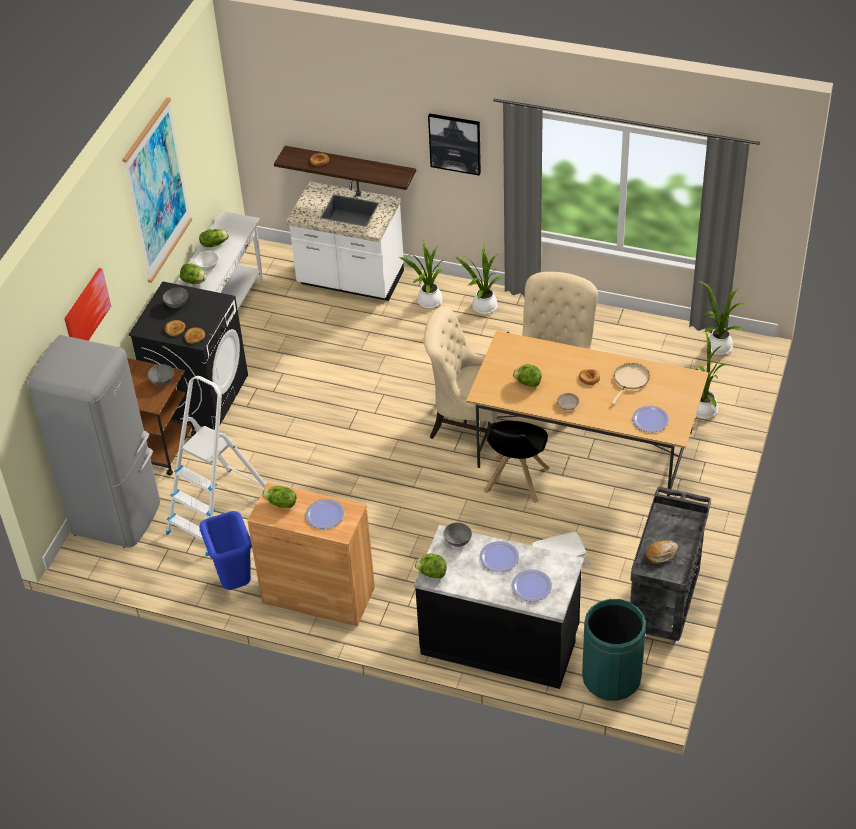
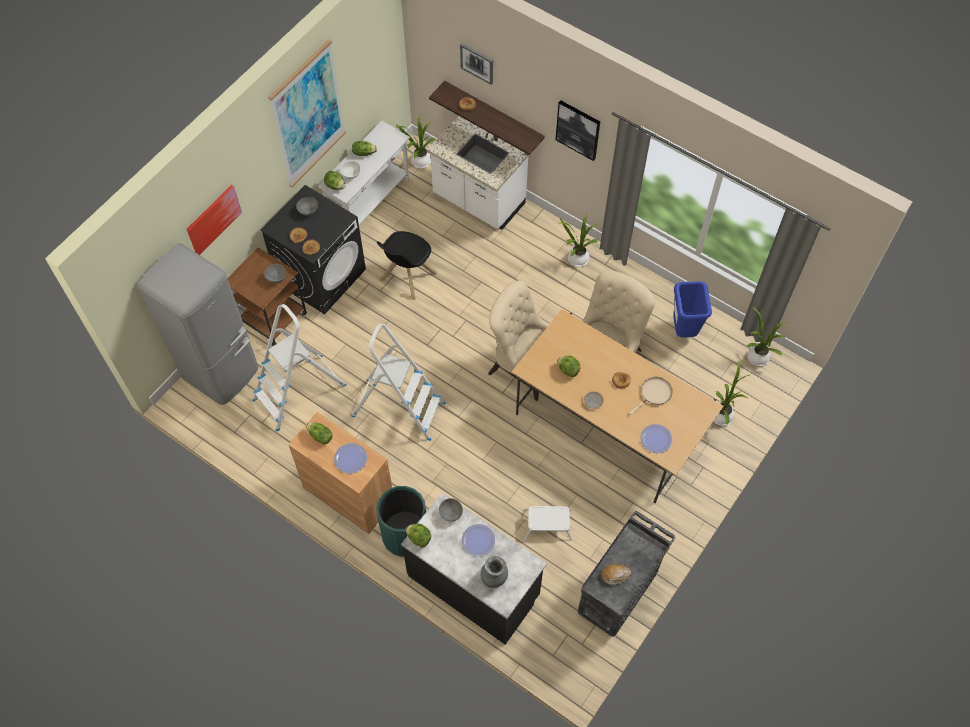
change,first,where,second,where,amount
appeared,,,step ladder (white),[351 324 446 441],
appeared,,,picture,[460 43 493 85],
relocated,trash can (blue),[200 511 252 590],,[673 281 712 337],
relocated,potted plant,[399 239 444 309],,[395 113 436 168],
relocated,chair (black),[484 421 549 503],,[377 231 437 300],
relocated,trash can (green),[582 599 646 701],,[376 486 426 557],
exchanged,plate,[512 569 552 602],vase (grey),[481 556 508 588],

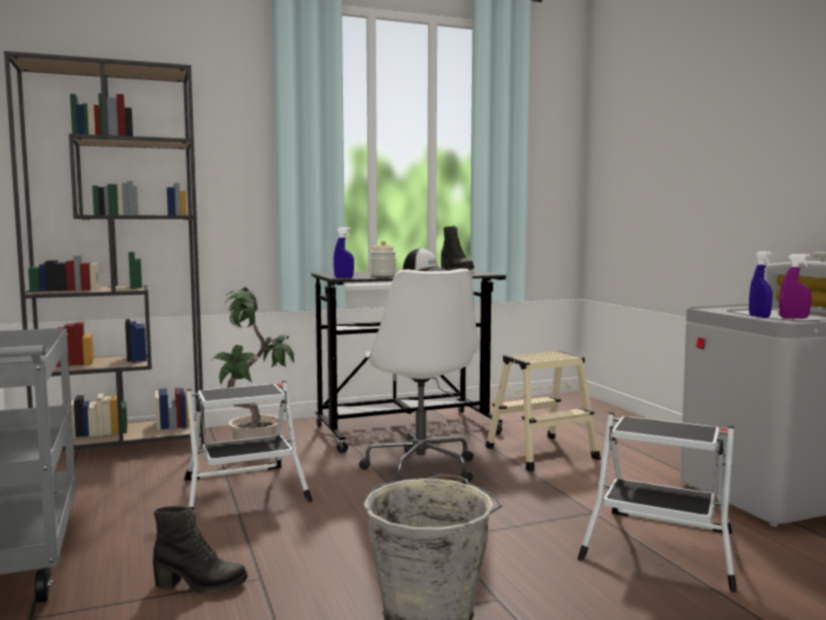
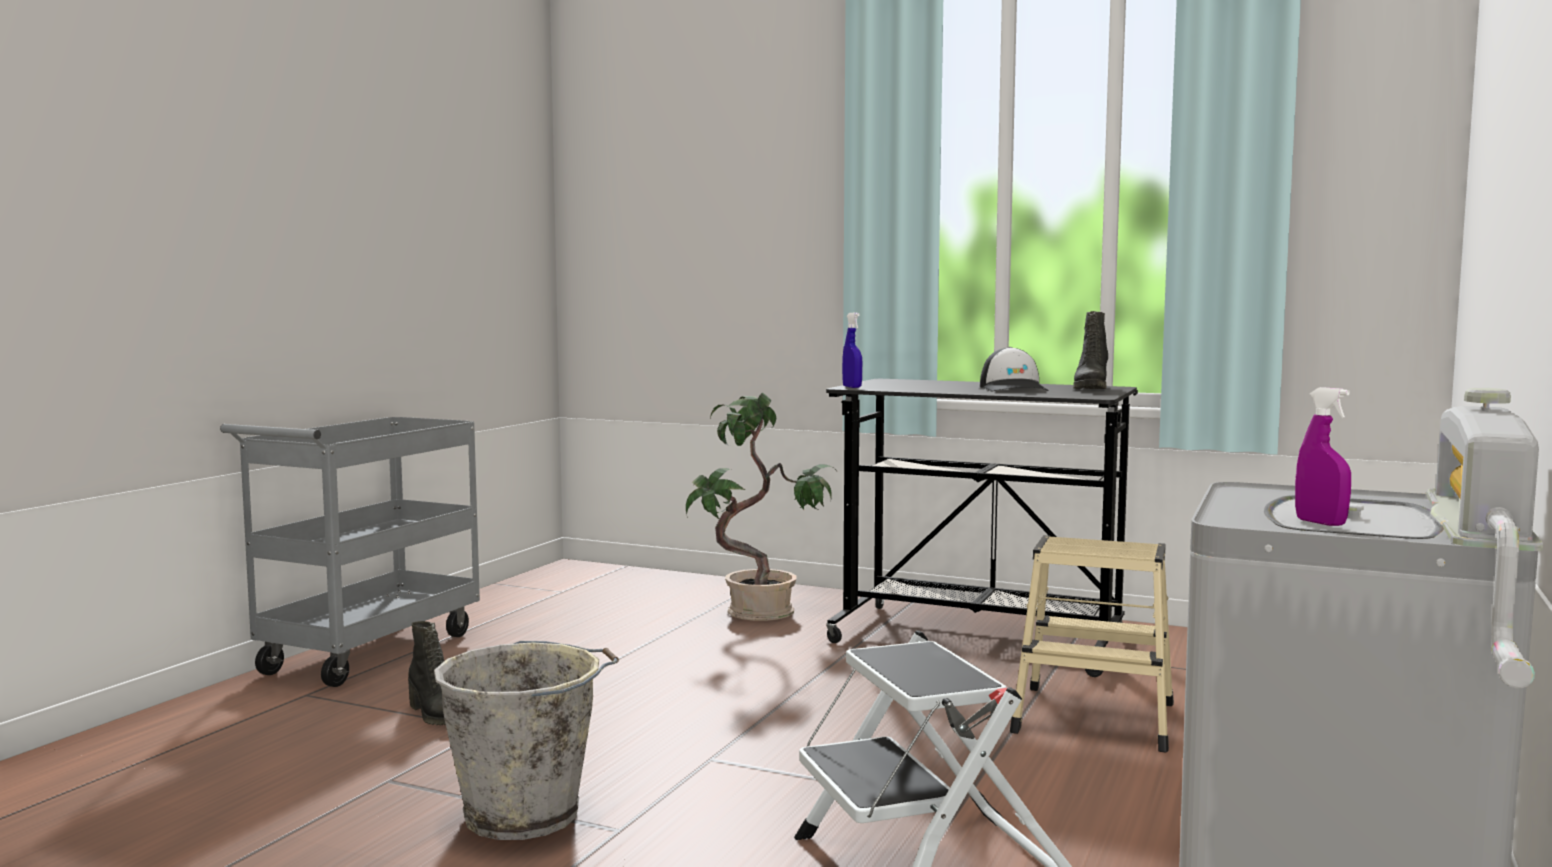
change,first,where,second,where,amount
missing,bookcase,[4 51 205 451],,,
missing,step ladder,[184 381 312 510],,,
missing,office chair (white),[359 269 478 484],,,
missing,jar,[370 241 396 276],,,
missing,spray bottle (blue),[749 251 773 318],,,

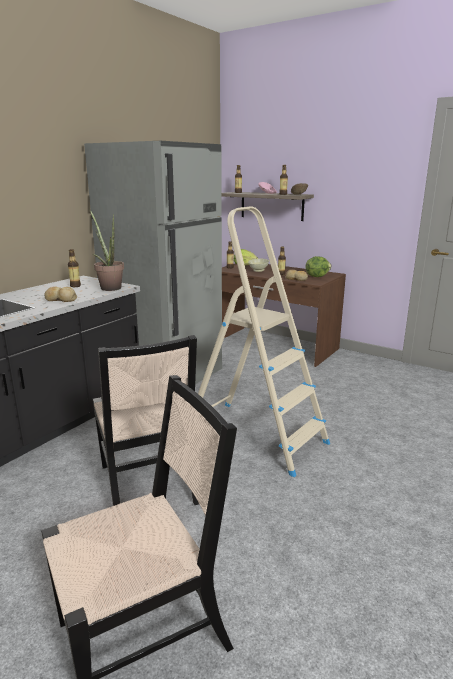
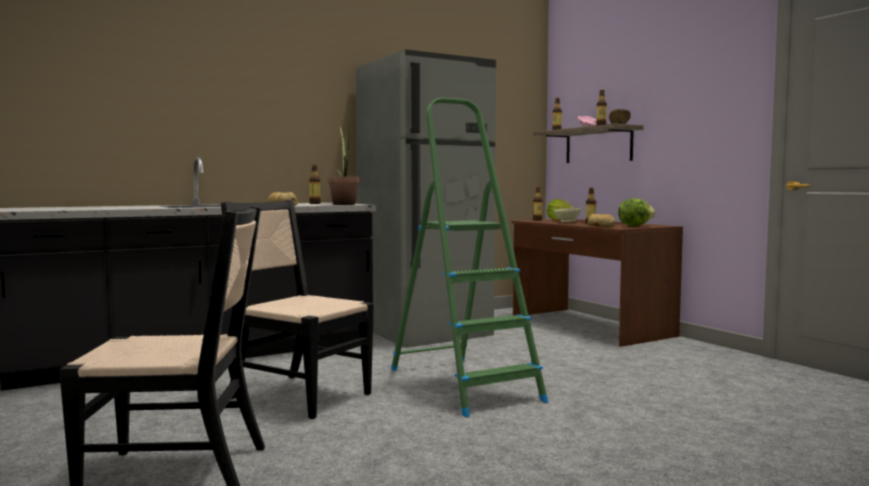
change,first,where,second,where,amount
colour,step ladder (beige),[198 206 330 477],step ladder (green),[391 98 548 417],
spun,chair,[93 335 199 506],,[221 200 374 419],120 degrees clockwise

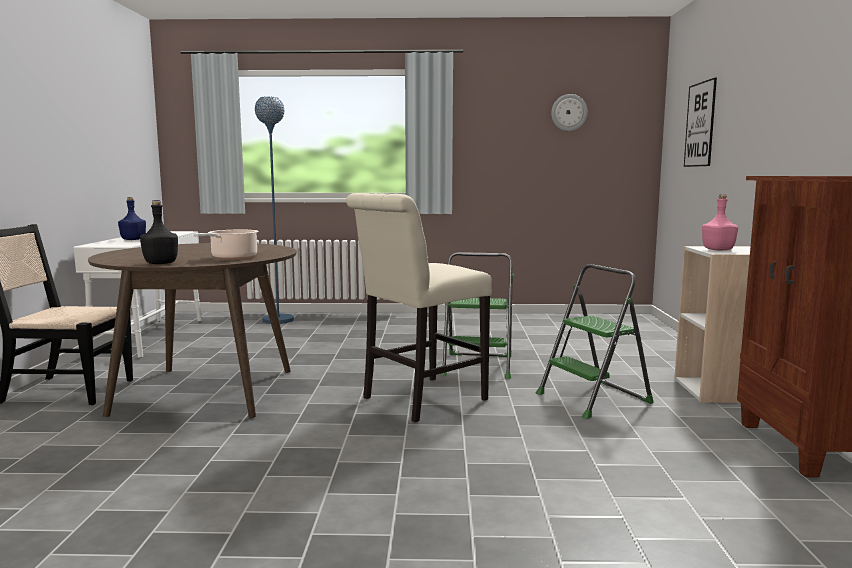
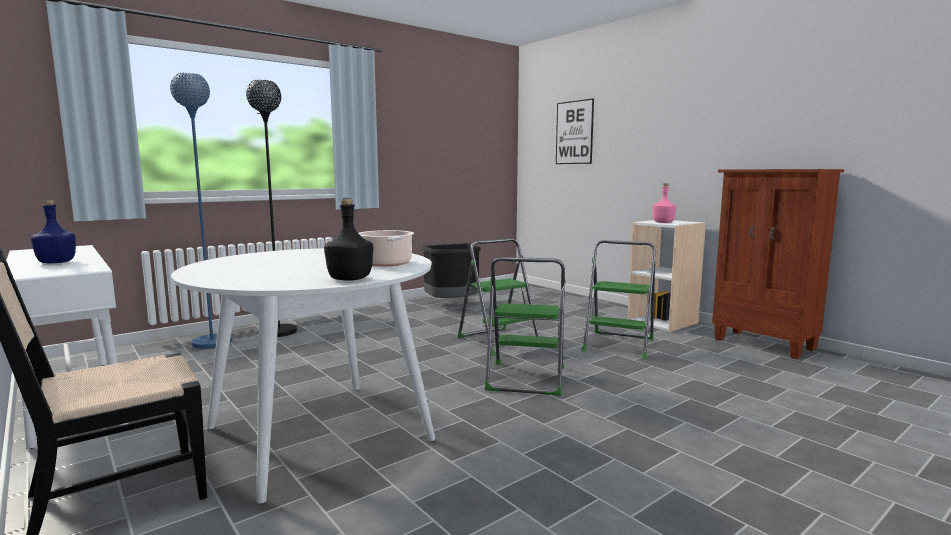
change,first,where,second,where,amount
missing,wall clock,[551 94 588 131],,,
appeared,,,floor lamp (black),[246 80 297 337],
appeared,,,trash can (black),[422 243 481 298],
exchanged,stool (beige),[346 193 492 422],step ladder (green),[485 257 566 396],
colour,dining table (brown),[88 243 297 418],dining table (white),[171 248 435 503],

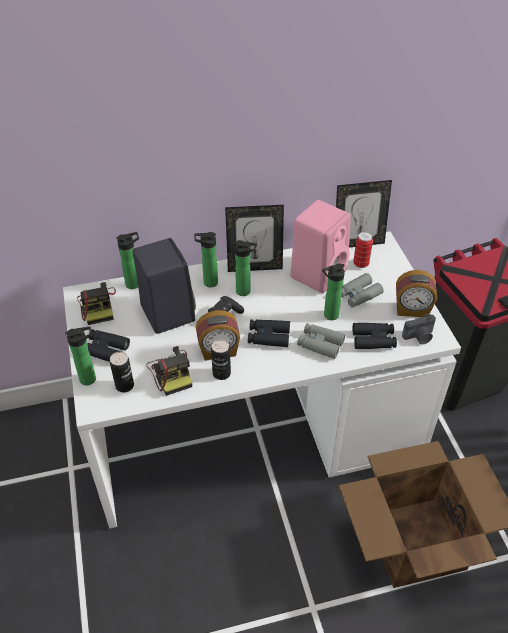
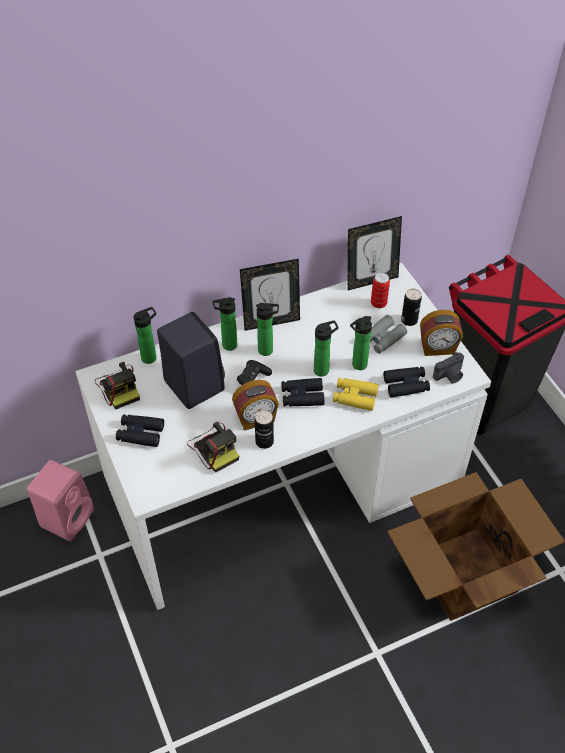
change,first,where,second,where,amount
relocated,bottle,[65 327 96 385],,[314 320 338 377],
relocated,can,[110 352 134 393],,[401 288 422 326],
relocated,speaker (pink),[290 200 351 293],,[27 460 94 541],
colour,binoculars (grey),[297 323 345 359],binoculars (yellow),[333 377 379 411],

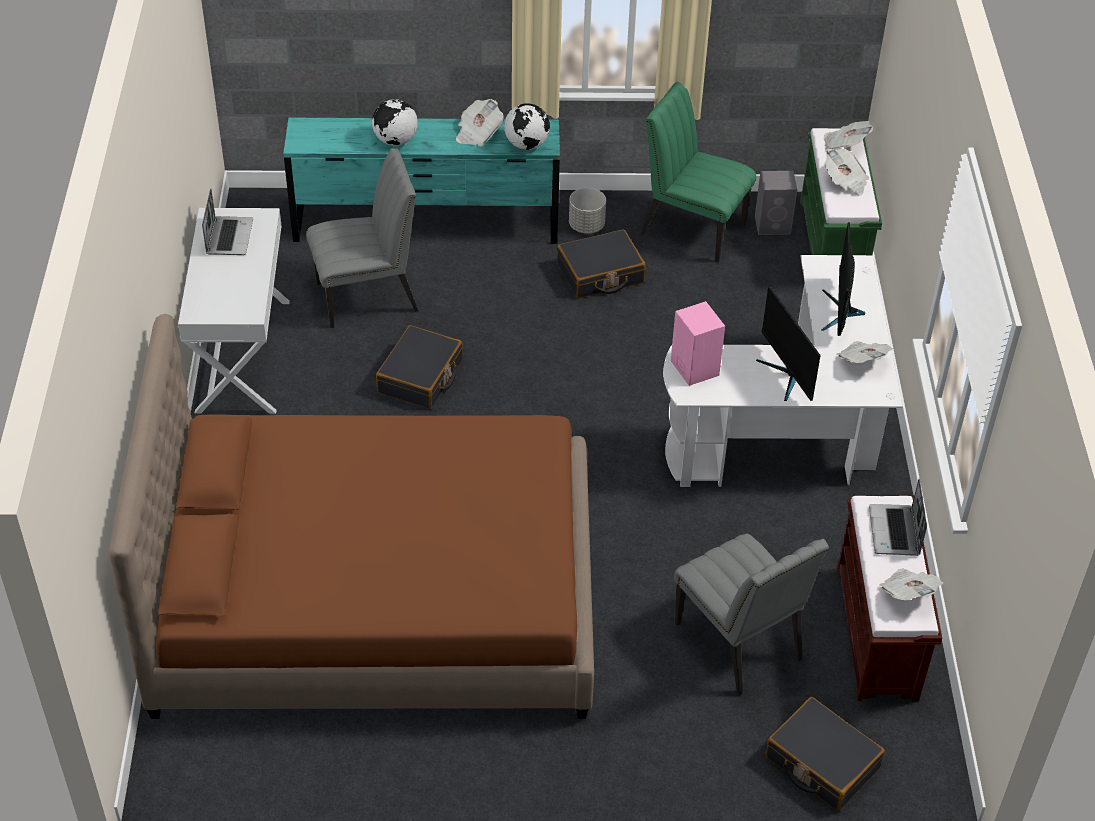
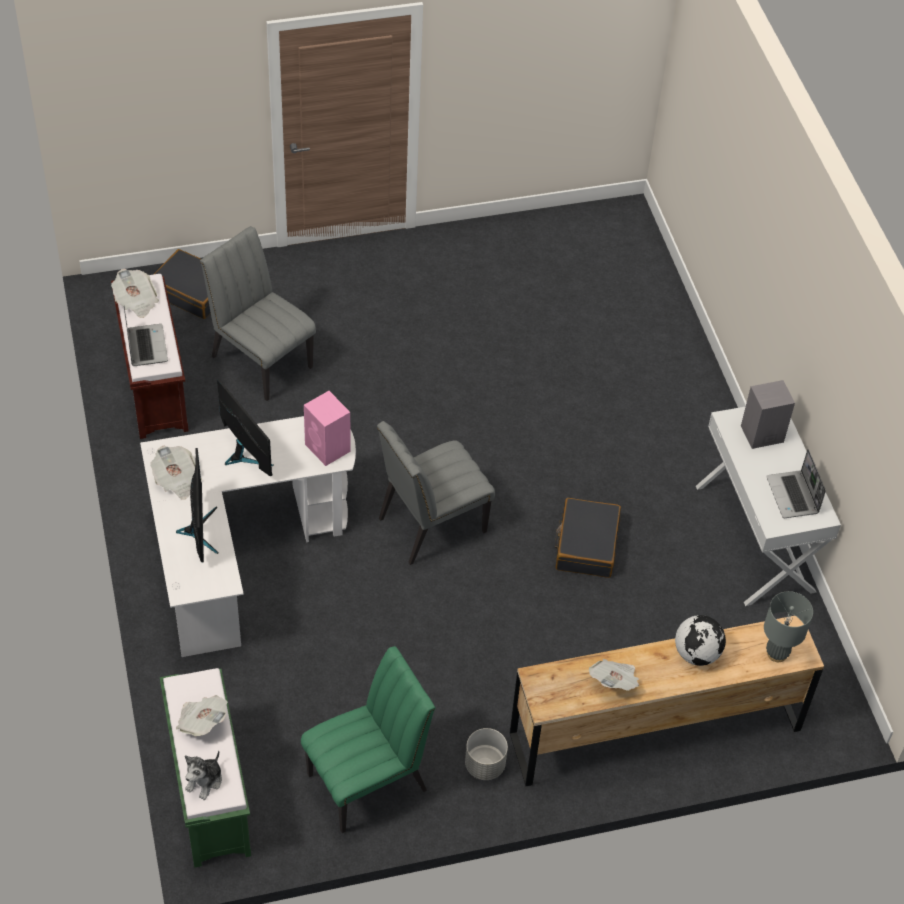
change,first,where,second,where,amount
missing,bed (brown),[108 314 594 719],,,
missing,globe,[504 103 550 150],,,
missing,suitcase (black),[557 229 646 298],,,
appeared,,,table lamp (grey),[764 591 813 662],
relocated,chair (grey),[306 148 418 328],,[377 421 495 565],
relocated,speaker (grey),[755 171 797 235],,[741 380 795 449],
exchanged,newspaper,[824 121 873 149],plush toy,[185 751 222 800],
colour,dresser (turquoise),[283 117 560 244],dresser (brown),[510 616 824 786],
spun,chair (green),[641 82 756 263],,[301 646 436 833],45 degrees counterclockwise

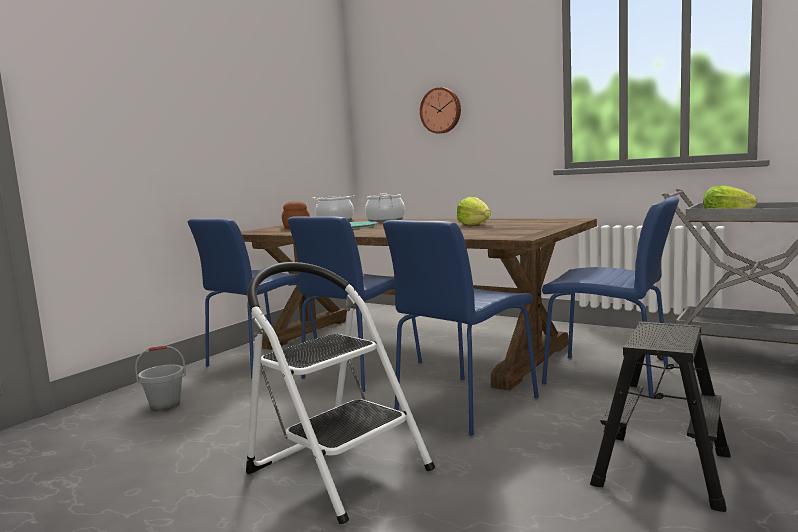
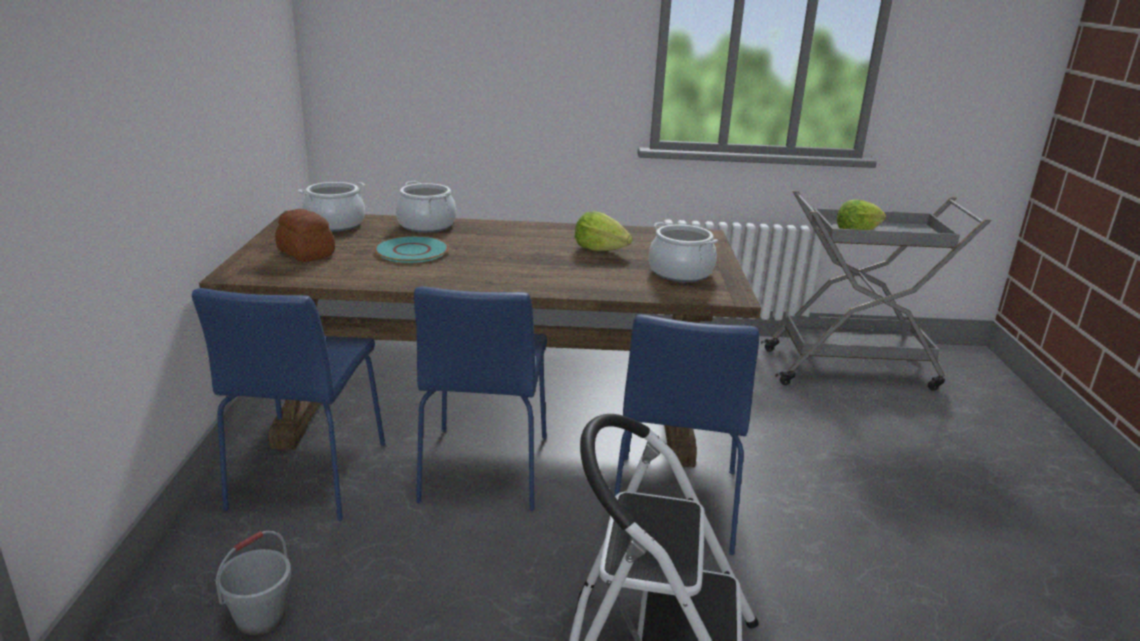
change,first,where,second,where,amount
missing,wall clock,[420 87 461 134],,,
missing,chair (blue),[542 196 679 397],,,
missing,step ladder (black),[590 321 731 512],,,
appeared,,,cooking pot,[649 222 718 282],

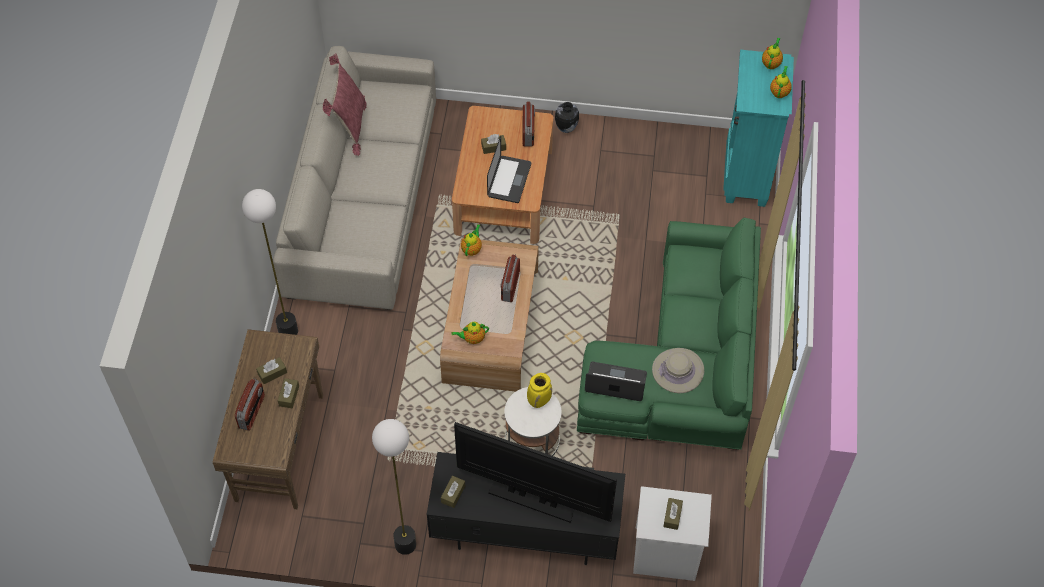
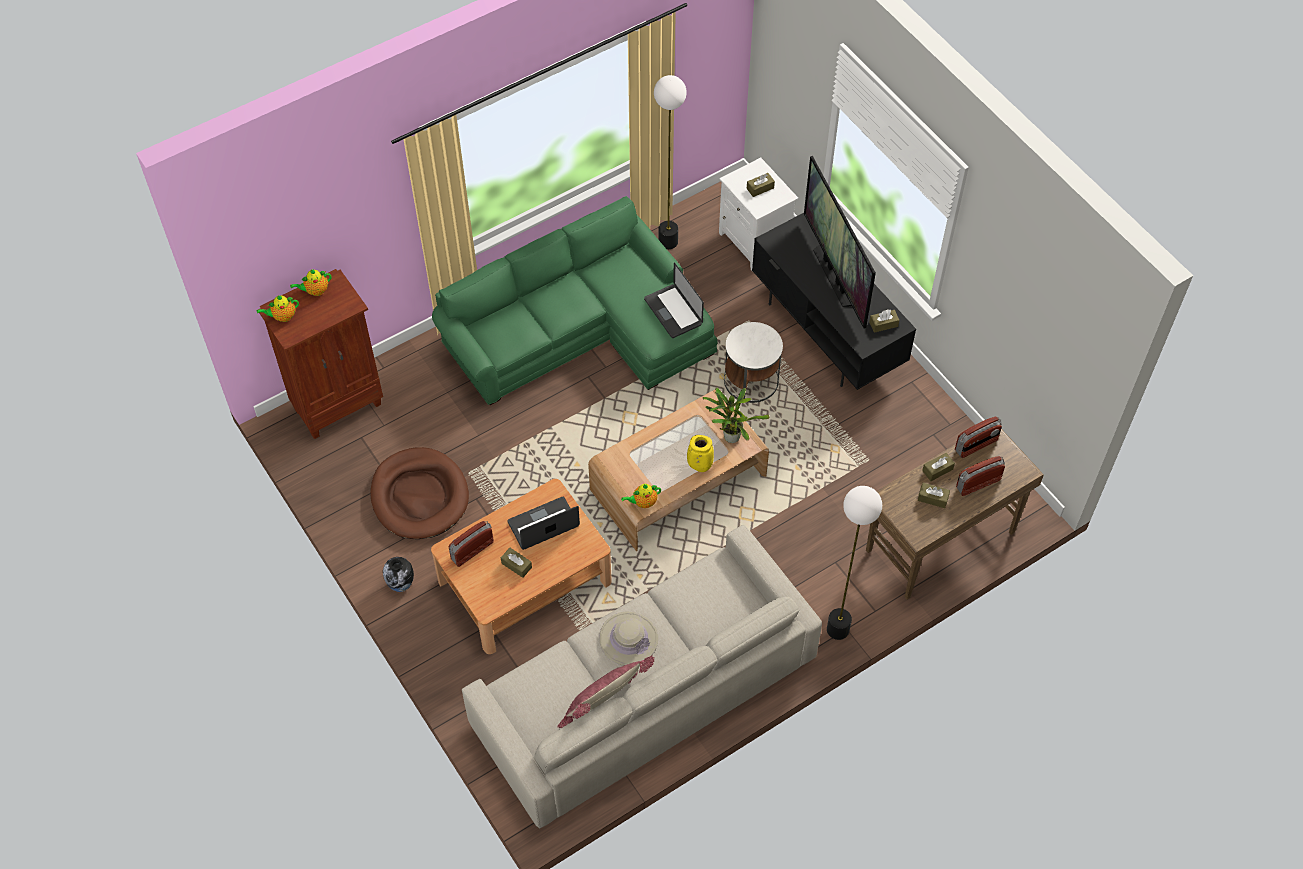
change,first,where,second,where,amount
appeared,,,dog bed (brown),[370 447 469 539],
relocated,floor lamp,[372 419 416 555],,[654 75 687 249],
relocated,radio,[500 254 520 302],,[955 416 1002 458],
relocated,vase (yellow),[527 373 552 408],,[687 435 714 472],
relocated,hat (beige),[652 348 704 393],,[599 612 658 666],
exchanged,teapot,[451 322 489 344],potted plant,[703 388 770 443],
colour,cabinet (turquoise),[723 50 794 207],cabinet (brown),[258 269 383 439],

